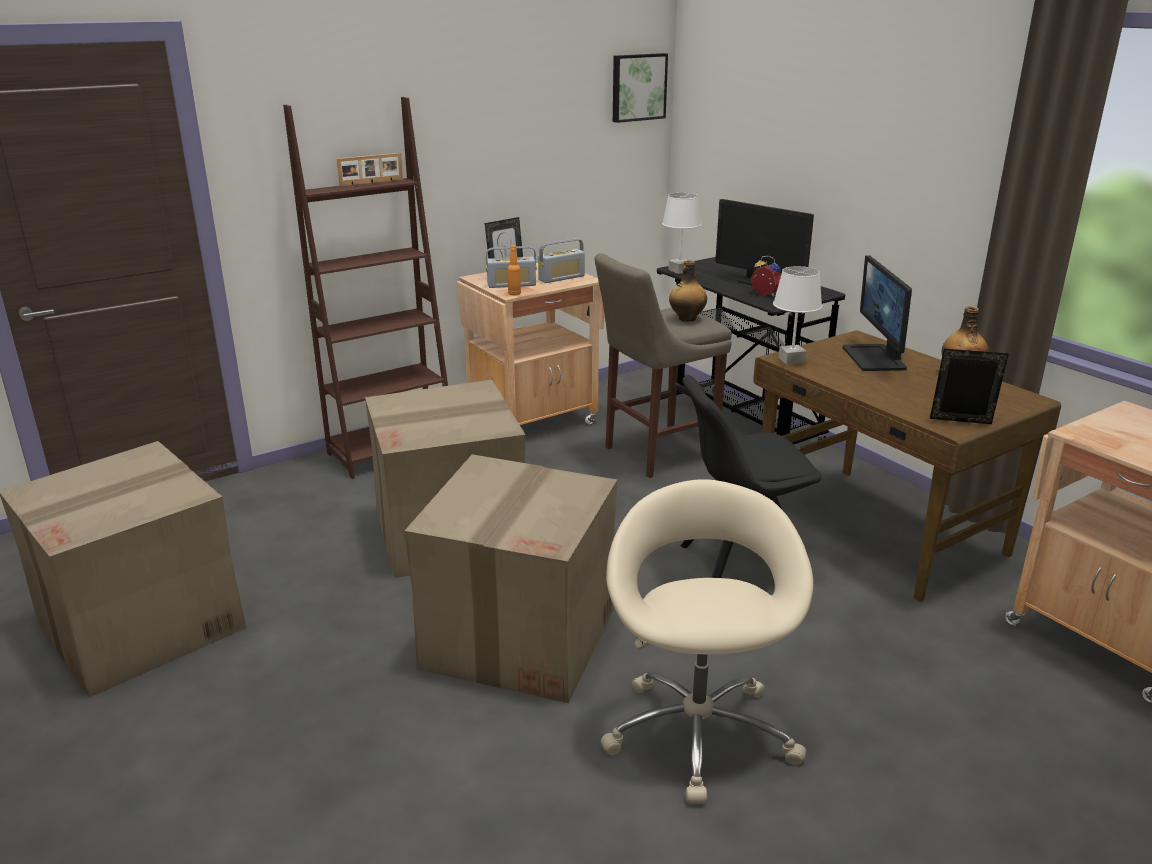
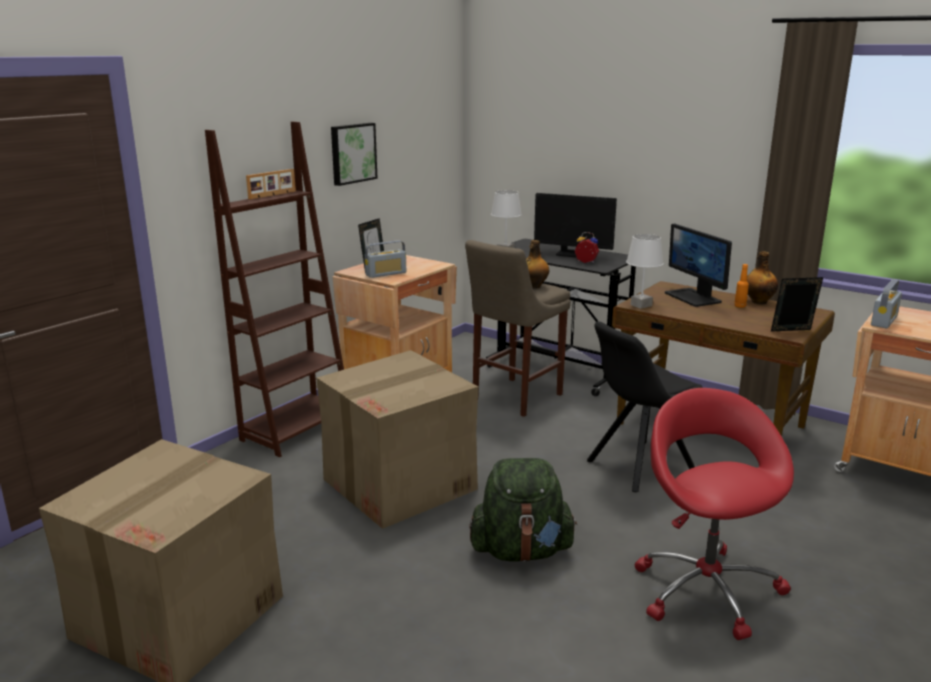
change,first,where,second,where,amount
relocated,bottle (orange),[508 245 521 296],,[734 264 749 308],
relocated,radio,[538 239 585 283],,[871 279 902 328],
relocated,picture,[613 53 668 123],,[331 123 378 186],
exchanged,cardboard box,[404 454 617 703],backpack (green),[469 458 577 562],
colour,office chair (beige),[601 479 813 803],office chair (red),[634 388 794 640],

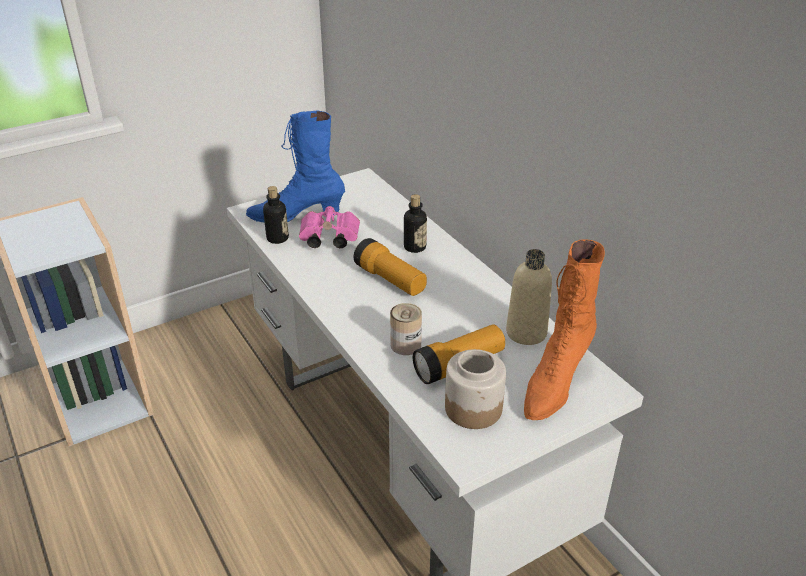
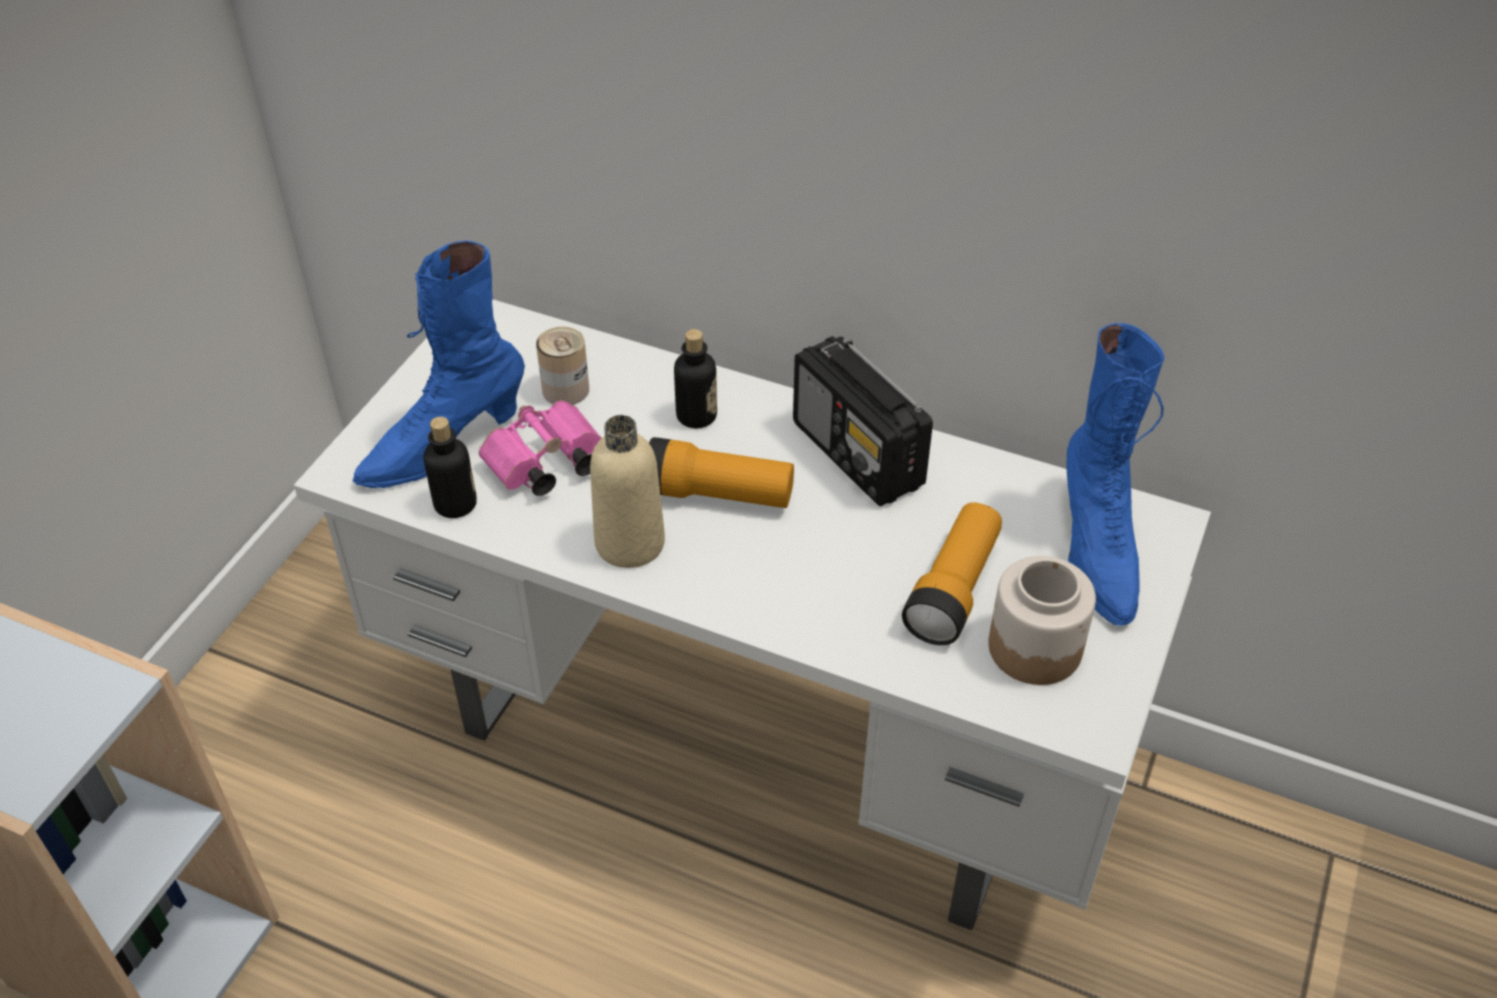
change,first,where,second,where,amount
appeared,,,radio,[793 336 933 506],
relocated,can,[390 303 422 355],,[536 327 589 405],
relocated,bottle (beige),[506 249 552 345],,[590 415 665 568],
colour,boot (orange),[524 239 605 420],boot (blue),[1066 323 1165 626],

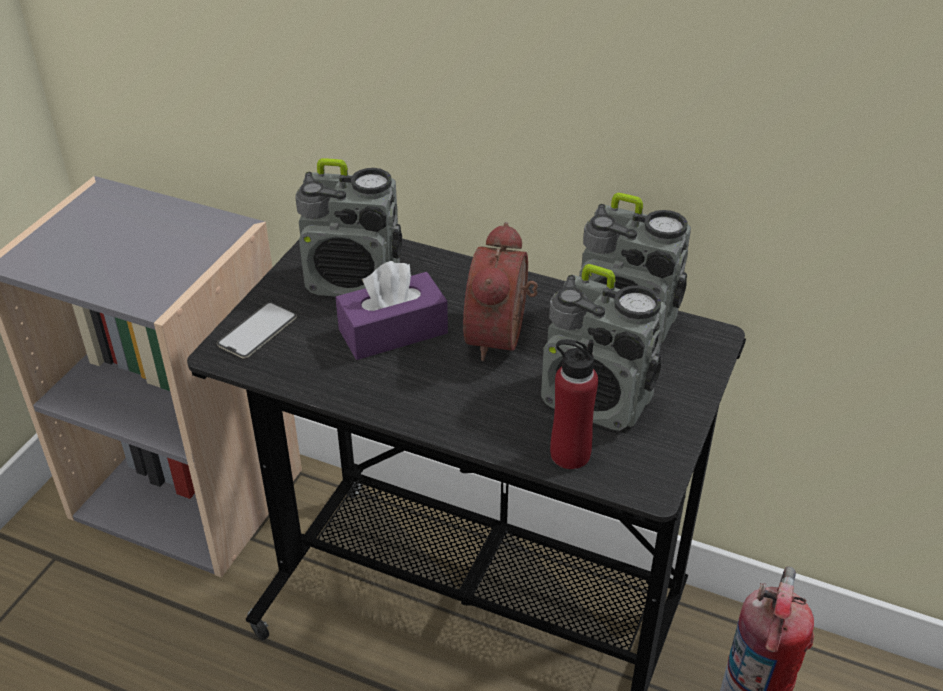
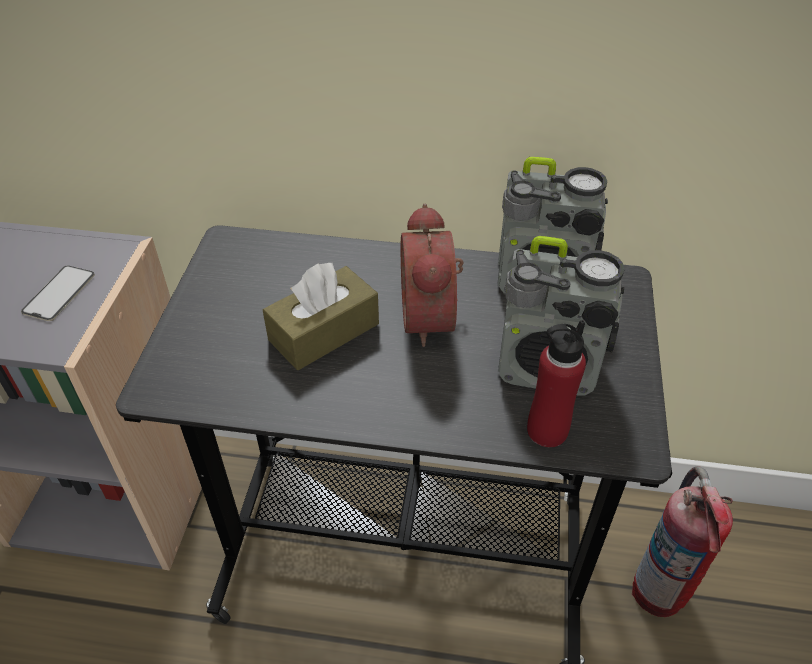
change,first,where,second,where,amount
missing,radio,[295 158 402 297],,,
relocated,phone,[217 302 297 359],,[21 265 95 321],
colour,tissue box (purple),[335 261 448 360],tissue box (brown),[263 263 379 370],

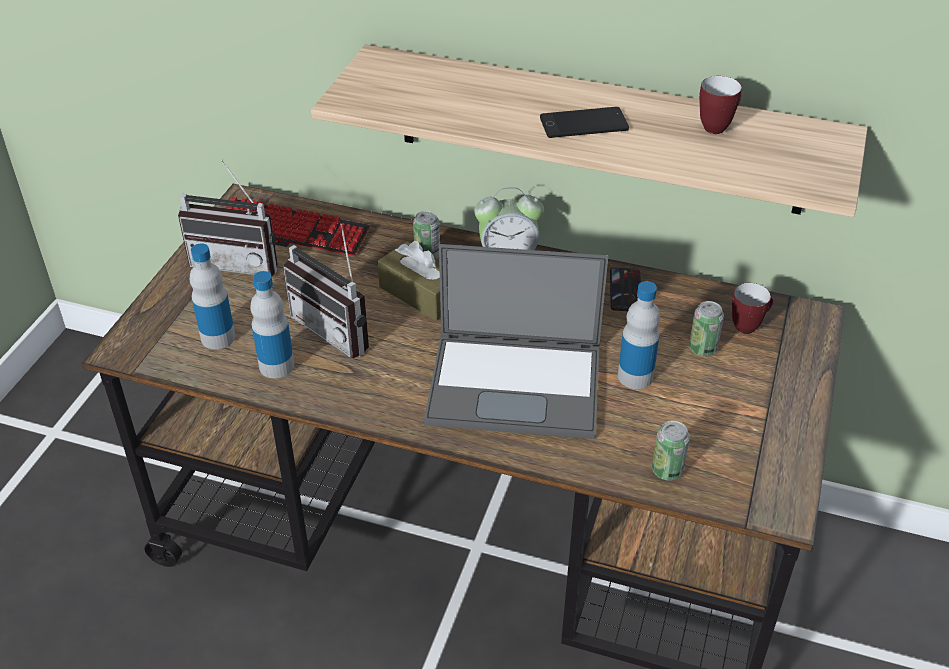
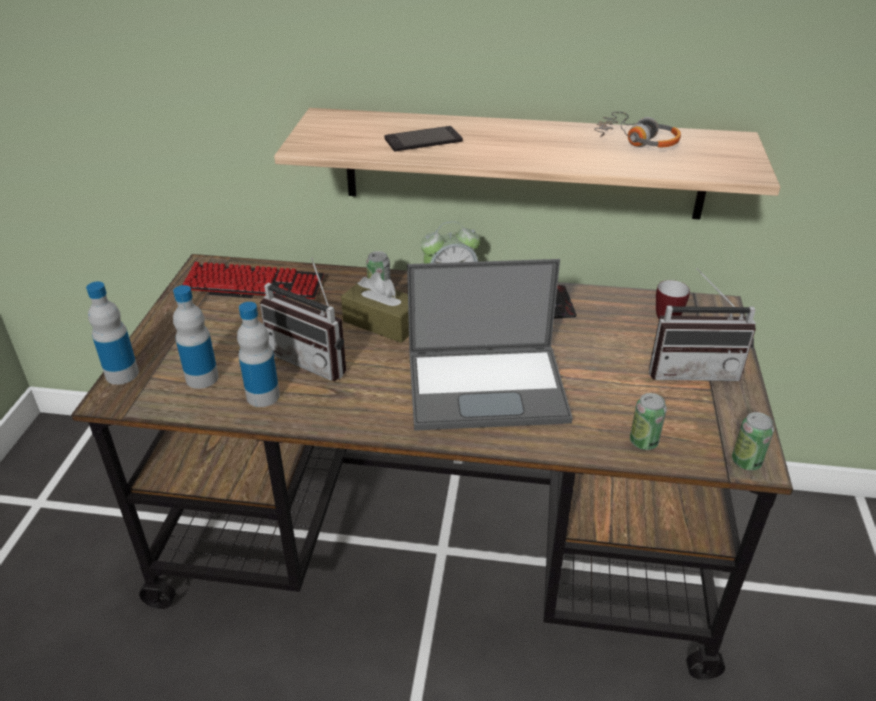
change,first,where,second,where,amount
relocated,radio,[178 160 278 276],,[649 268 756 381],
relocated,phone,[540 107 629 138],,[384 126 463 151],
relocated,bottle,[618 281 660 389],,[86 282 139 385],
relocated,can,[689 301 724 356],,[732 412 774 470],
exchanged,mug,[699 76 742 134],headphones,[594 112 681 148],

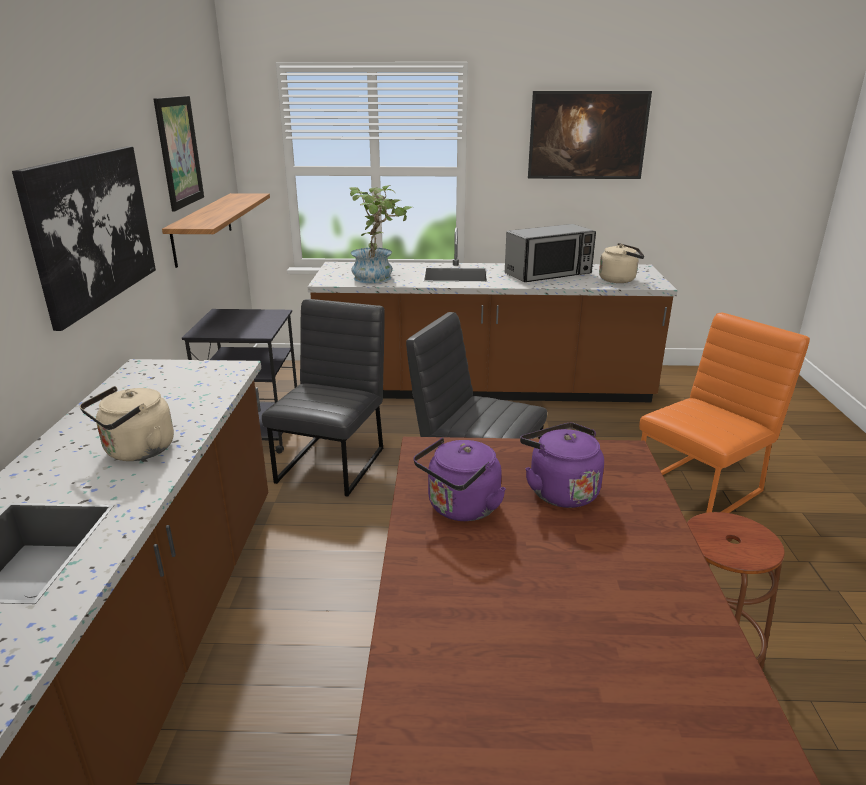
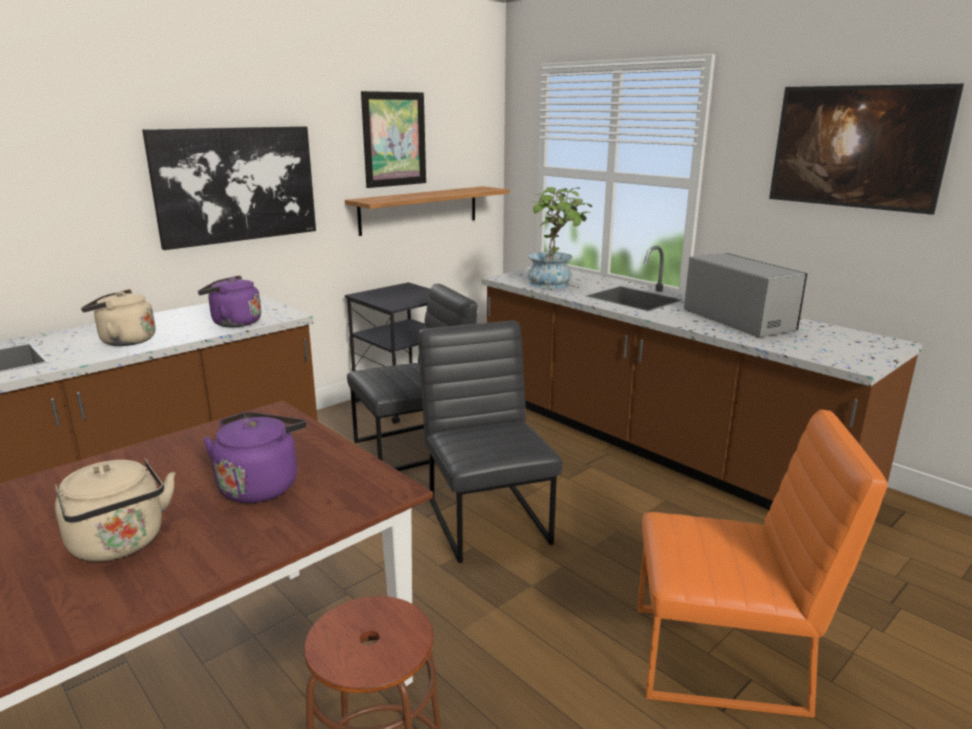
change,first,where,second,where,amount
relocated,kettle (purple),[414 438 506 521],,[198 275 261 327],
relocated,kettle (beige),[599 243 644 283],,[55 459 175 562],
spun,microwave,[505 224 596 282],,[684 253 807 337],135 degrees counterclockwise

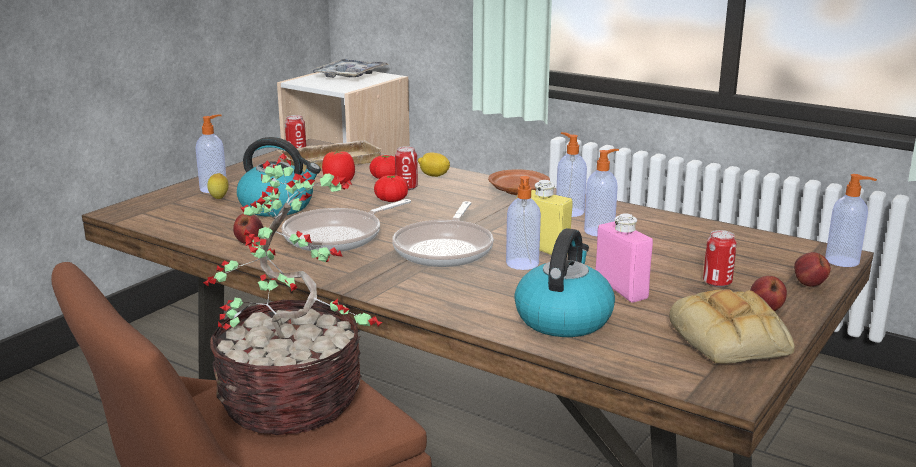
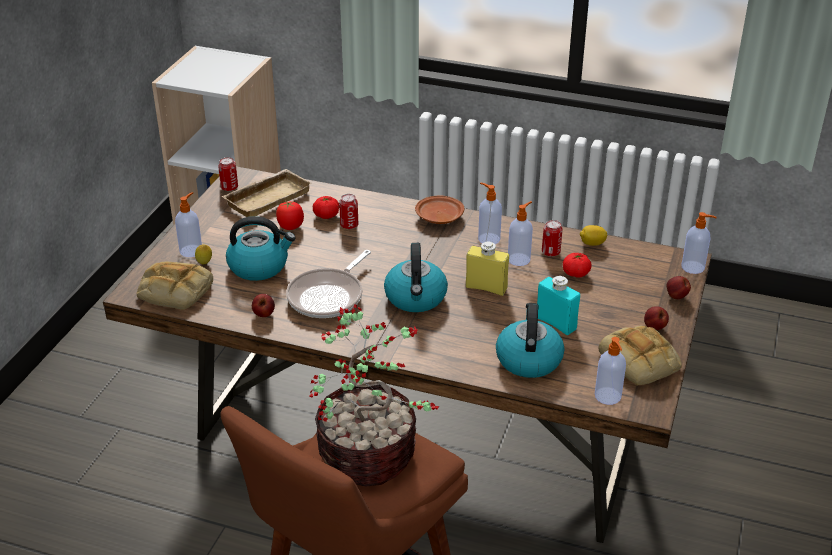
change,first,where,second,where,amount
missing,tray,[311 59 390 78],,,
appeared,,,bread,[137 262 213 310],
relocated,tomato,[374 175 408 202],,[563 253 592 278],
relocated,lemon,[418 153 450 177],,[580 225 608 246],
relocated,soap dispenser,[506 176 541 270],,[595 337 626 405],
relocated,can,[703 230 737 287],,[542 220 563 257],
exchanged,frying pan,[392 201 494 267],kettle,[384 243 448 312],
colour,bottle (pink),[595 213 653 302],bottle (turquoise),[537 276 580 335],

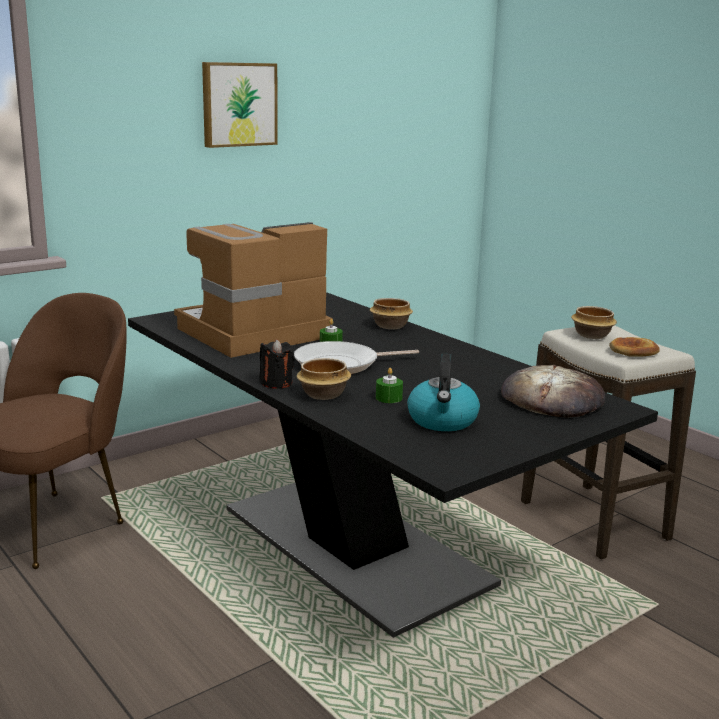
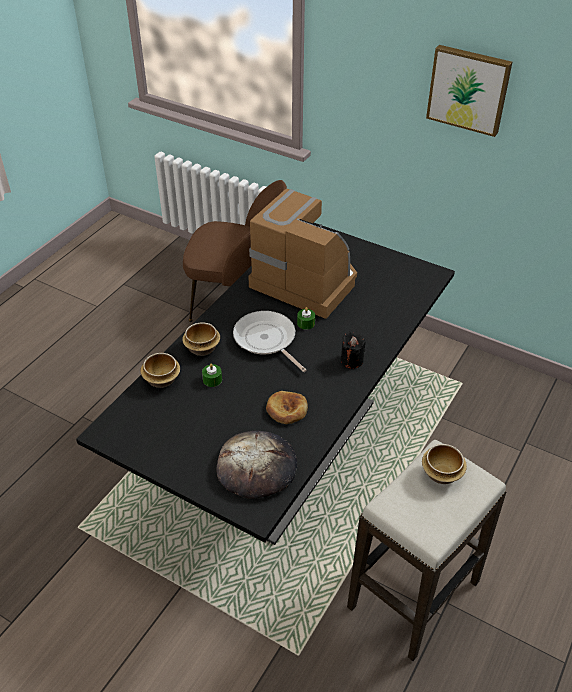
change,first,where,second,where,amount
missing,kettle,[407 354 480 431],,,
relocated,candle (black),[259 339 295 389],,[341 332 365 369],
relocated,bowl,[370 298 413 329],,[140 353 180 388],
relocated,bread,[609 337 660 357],,[266 391 308 424],

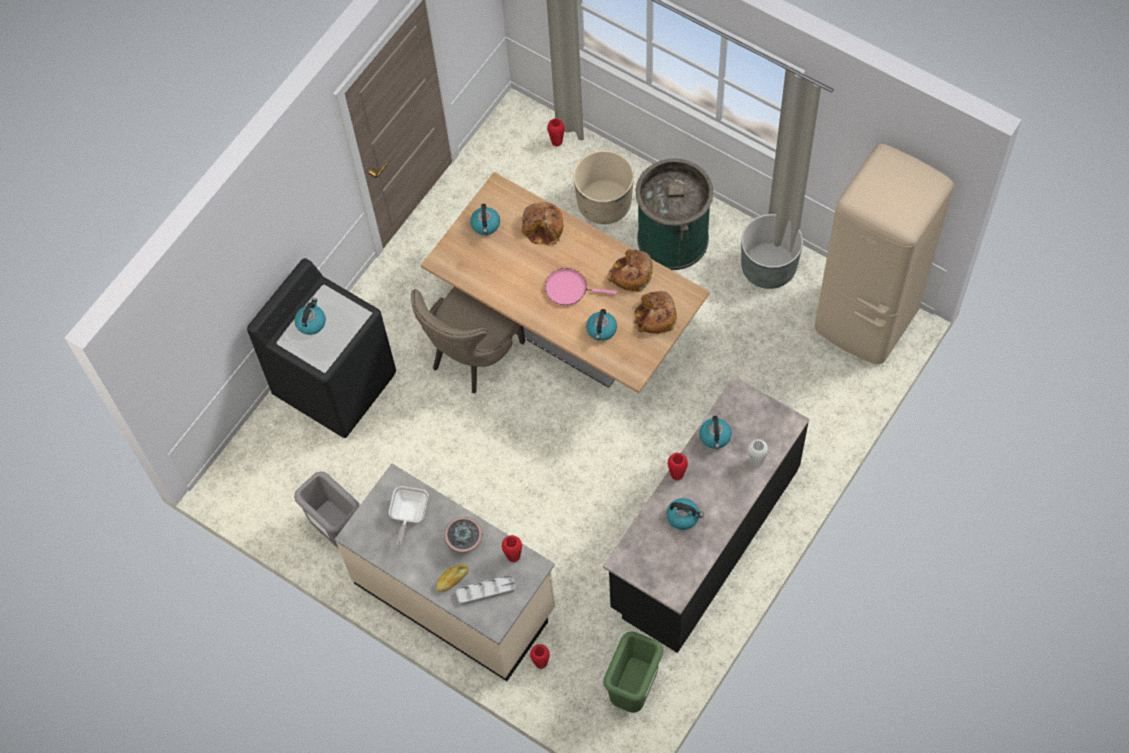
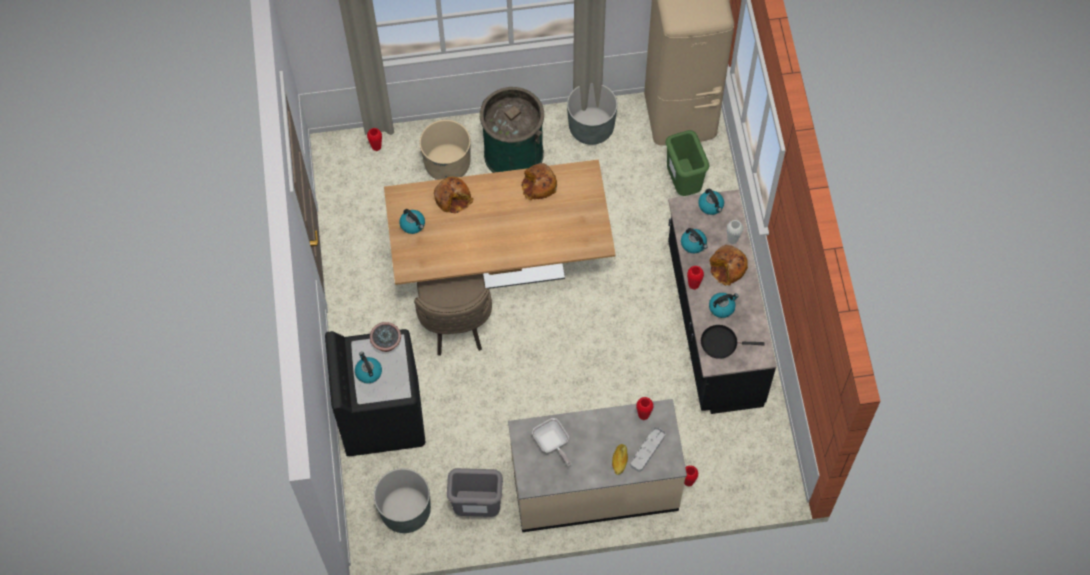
change,first,where,second,where,amount
missing,frying pan (pink),[545 268 617 306],,,
appeared,,,planter (grey),[374 468 431 533],
appeared,,,frying pan (black),[701 325 765 359],
relocated,potted plant,[444 517 482 553],,[370 322 401 352],
relocated,kettle,[586 309 617 341],,[698 189 724 215],
relocated,trash can (green),[603 631 663 713],,[665 130 710 196],
relocated,bread,[634 291 677 334],,[710 245 748 286],

